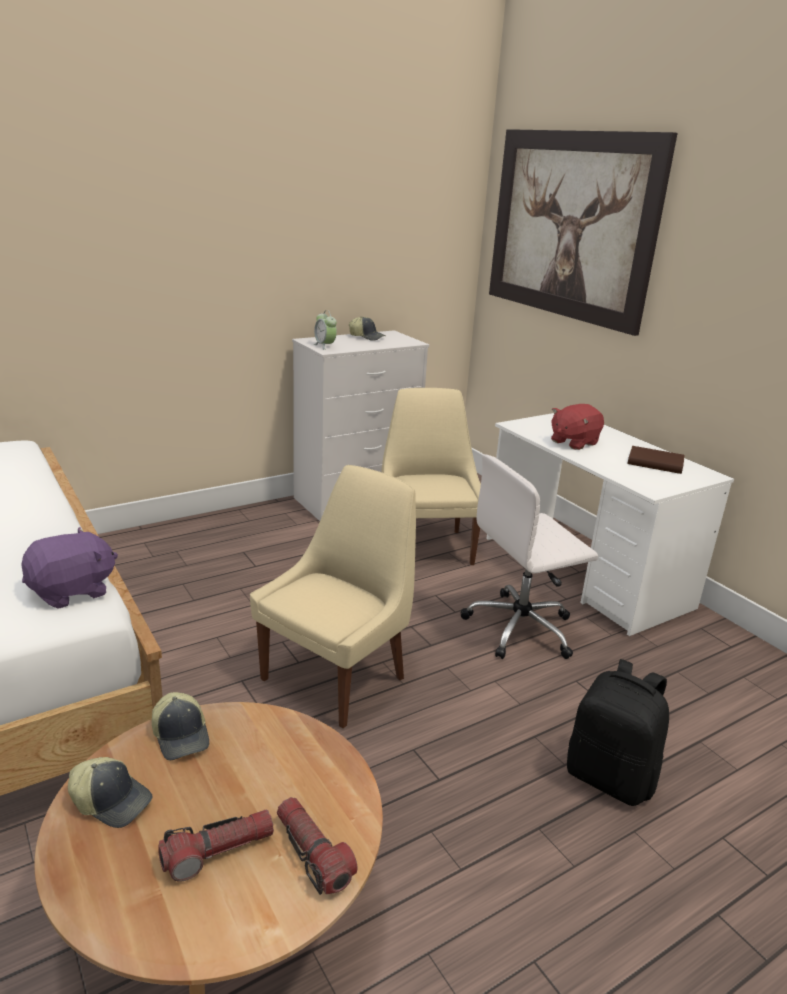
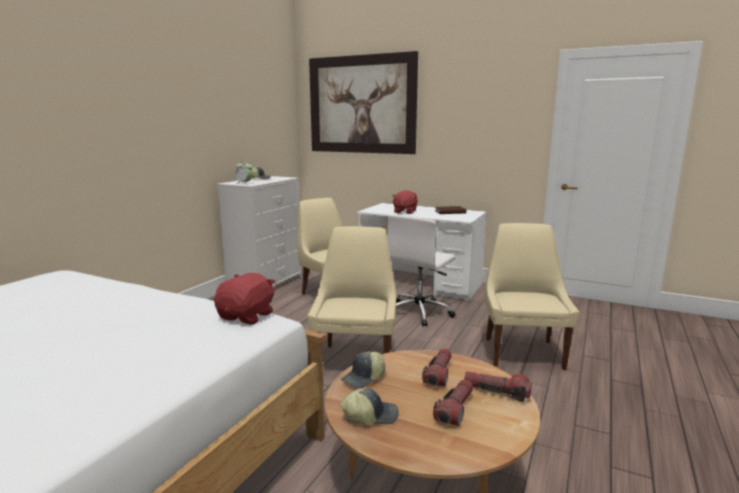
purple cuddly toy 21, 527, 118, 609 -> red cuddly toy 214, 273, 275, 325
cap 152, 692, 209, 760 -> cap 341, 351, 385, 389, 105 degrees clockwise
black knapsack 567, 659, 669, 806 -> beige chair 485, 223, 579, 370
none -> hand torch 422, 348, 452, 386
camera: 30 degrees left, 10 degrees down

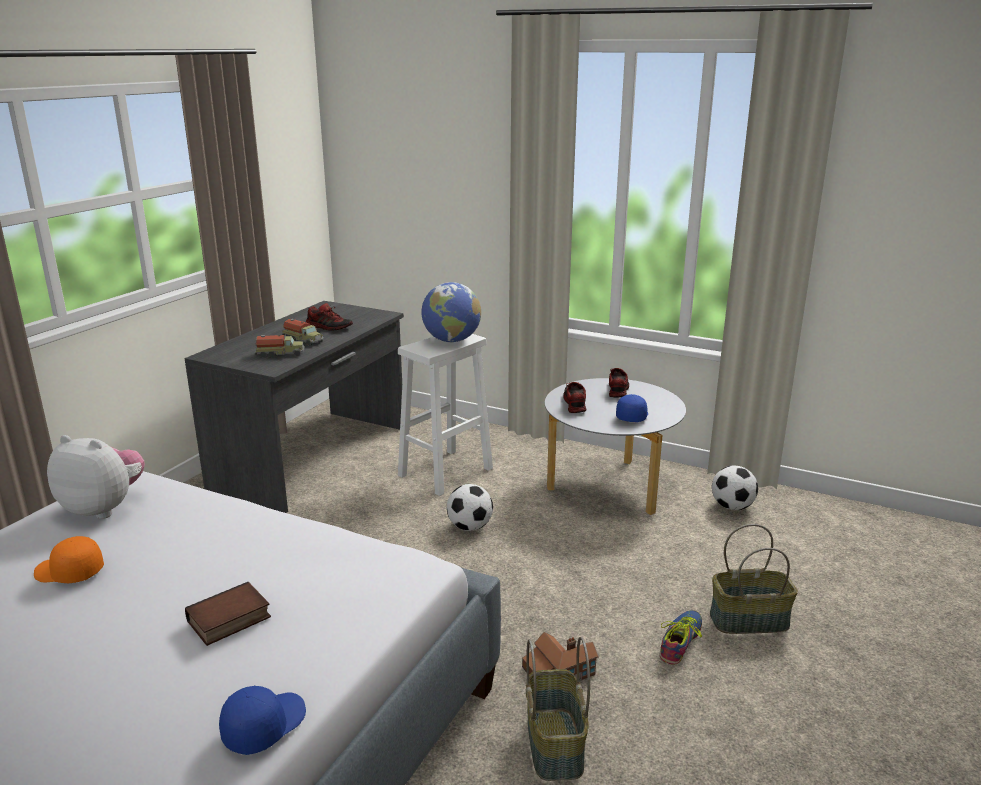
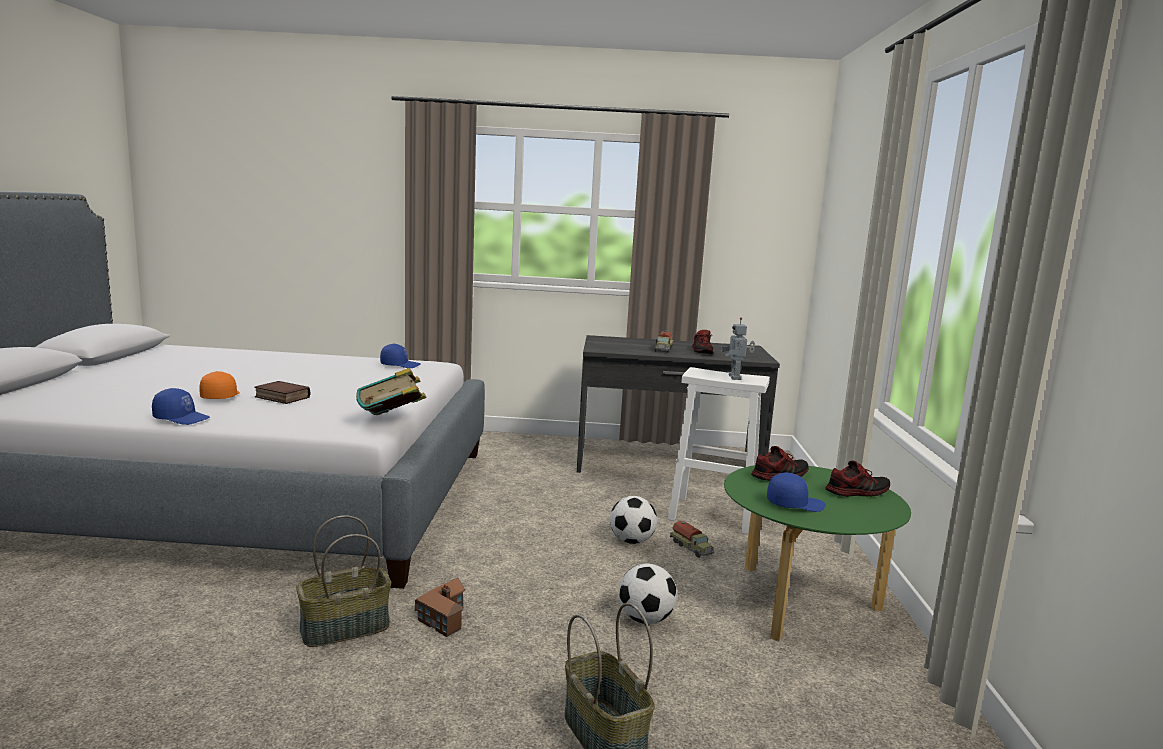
orange-coloured cap 34, 536, 104, 583 -> orange-coloured cap 199, 371, 240, 399, relocated
cuddly toy 47, 435, 145, 519 -> bluish cap 380, 344, 421, 368
toy lorry 255, 335, 305, 358 -> toy lorry 670, 521, 714, 558, relocated
desk globe 421, 282, 481, 342 -> robot figure 721, 318, 755, 380
greyish lounge table 545, 378, 686, 515 -> green-coloured lounge table 724, 465, 911, 641
item of footwear 660, 610, 702, 664 -> none
ball for football 712, 465, 758, 510 -> ball for football 619, 563, 677, 624, relocated
none -> bound book 356, 368, 427, 415
camera: 65 degrees right, 10 degrees down

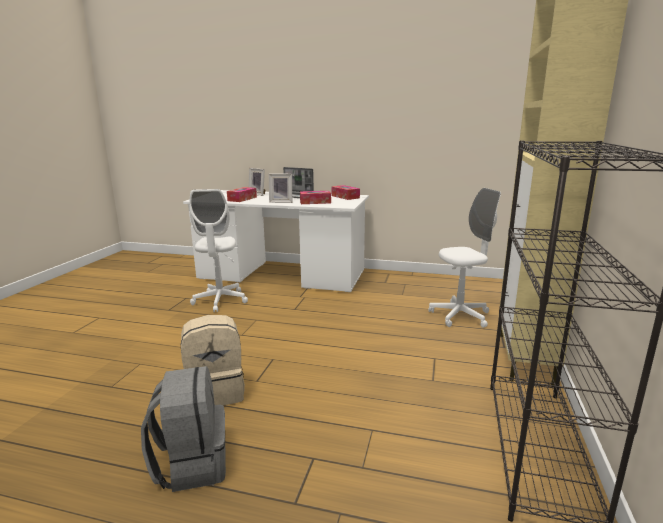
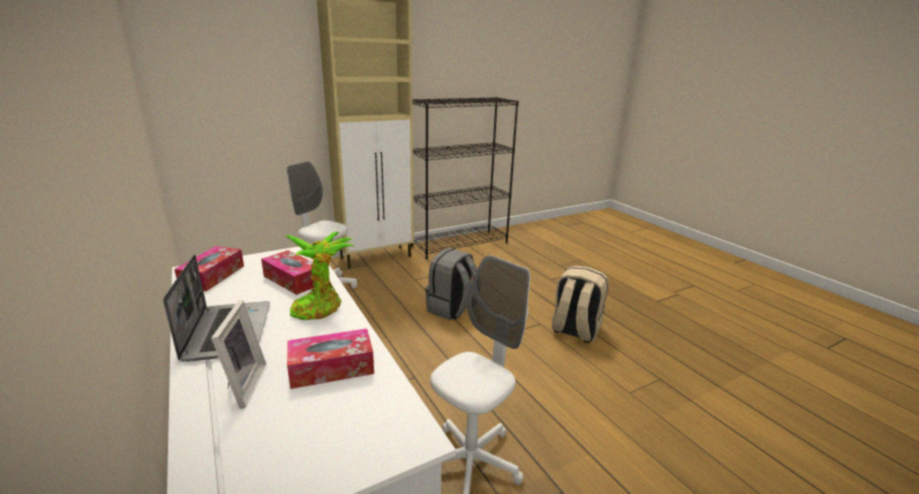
greyish knapsack 141, 366, 226, 492 -> greyish knapsack 425, 248, 477, 320, relocated
picture frame 269, 174, 292, 203 -> potted plant 284, 232, 354, 320
camera: 135 degrees left, 5 degrees up

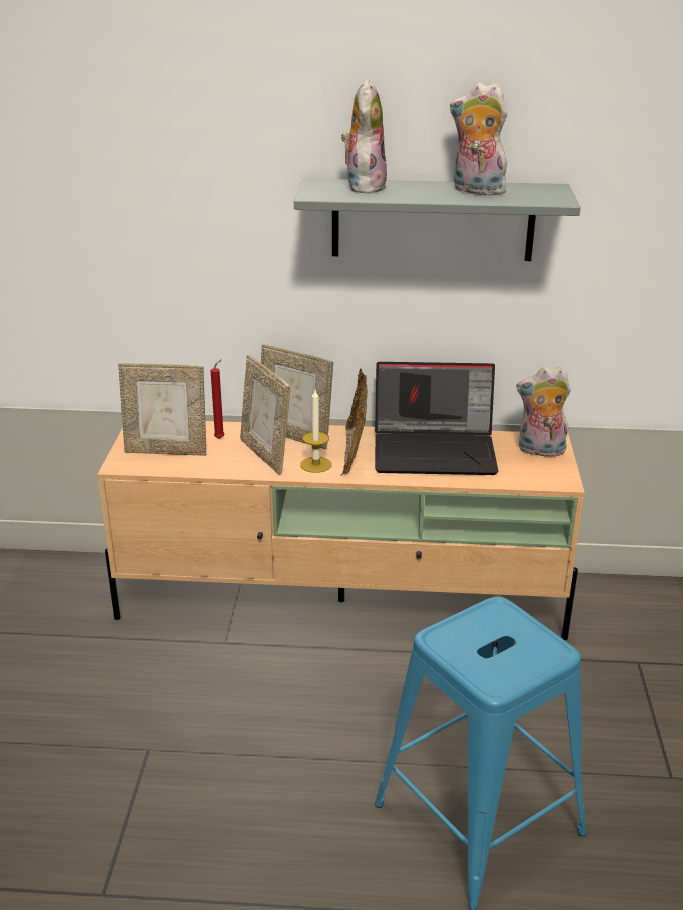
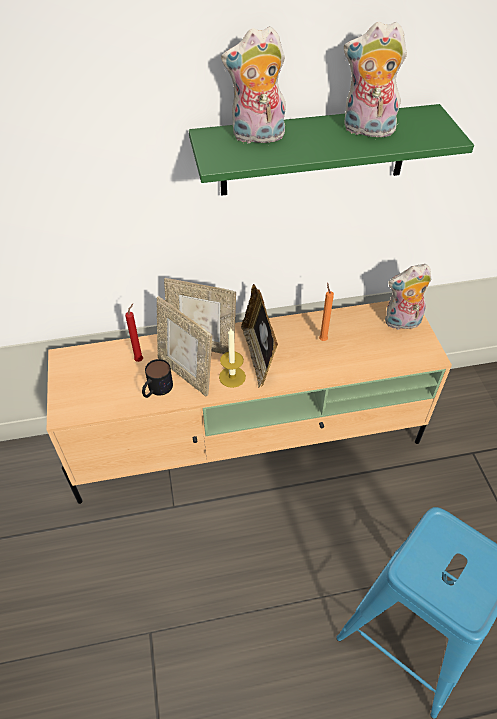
picture frame 118, 363, 206, 456 -> none
greyish wall shelf 294, 179, 581, 261 -> green-coloured wall shelf 189, 104, 474, 196
cuddly toy 341, 79, 387, 194 -> cuddly toy 221, 26, 286, 143, 90 degrees counterclockwise
notebook computer 375, 362, 498, 475 -> orange-coloured wax light 319, 283, 334, 341
none -> tea mug 142, 359, 173, 398
camera: 15 degrees left, 20 degrees up

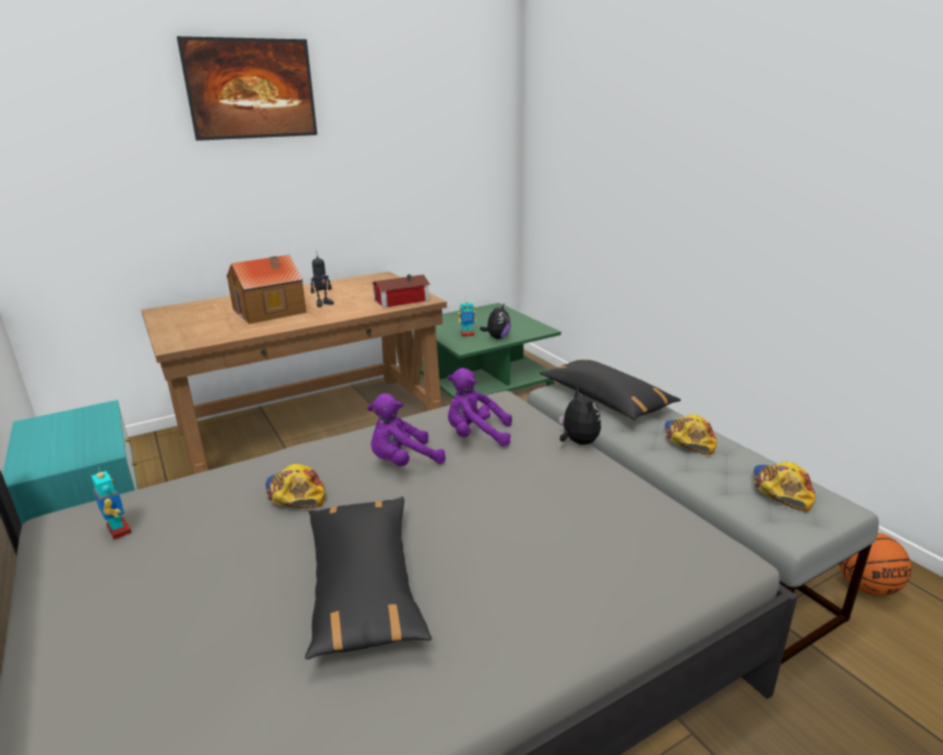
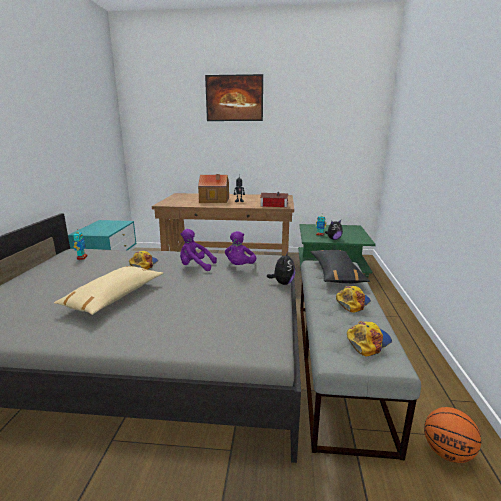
black cushion 305, 497, 432, 659 -> beige cushion 54, 266, 163, 315
purple cuddly toy 448, 368, 512, 446 -> purple cuddly toy 225, 231, 256, 265, 120 degrees counterclockwise
camera: 35 degrees right, 5 degrees down

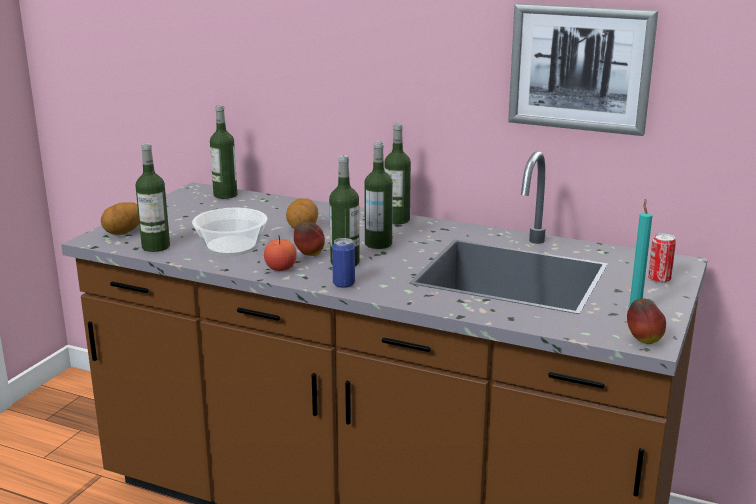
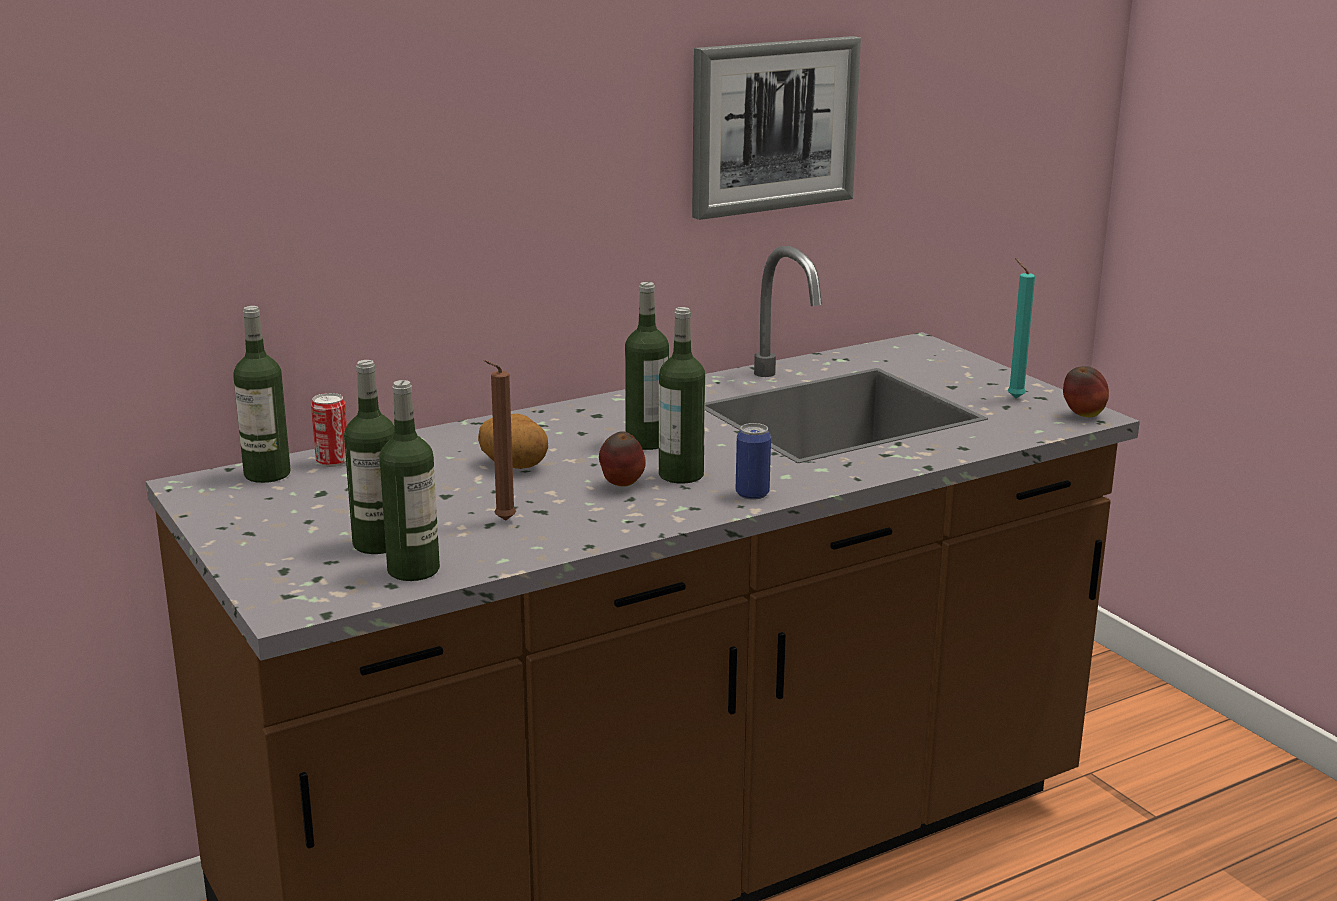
whole potato 101, 202, 139, 235 -> none
serving bowl 192, 208, 268, 256 -> brown wax light 484, 360, 516, 521
apple 264, 235, 297, 271 -> none
beverage bottle 384, 124, 411, 224 -> beverage bottle 344, 360, 395, 554, relocated
metal can 648, 233, 676, 283 -> metal can 311, 393, 347, 467, relocated
camera: 55 degrees left, 0 degrees up

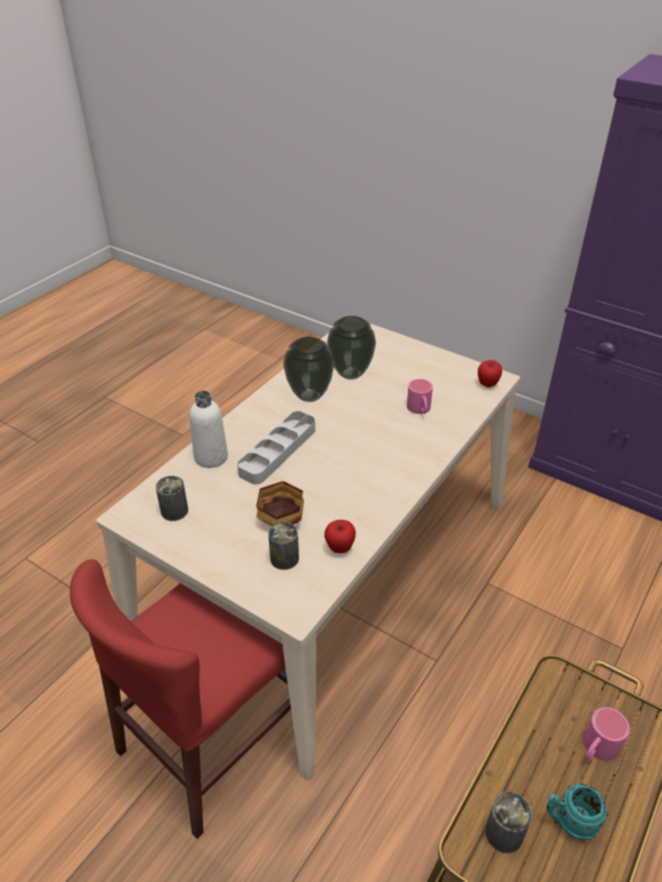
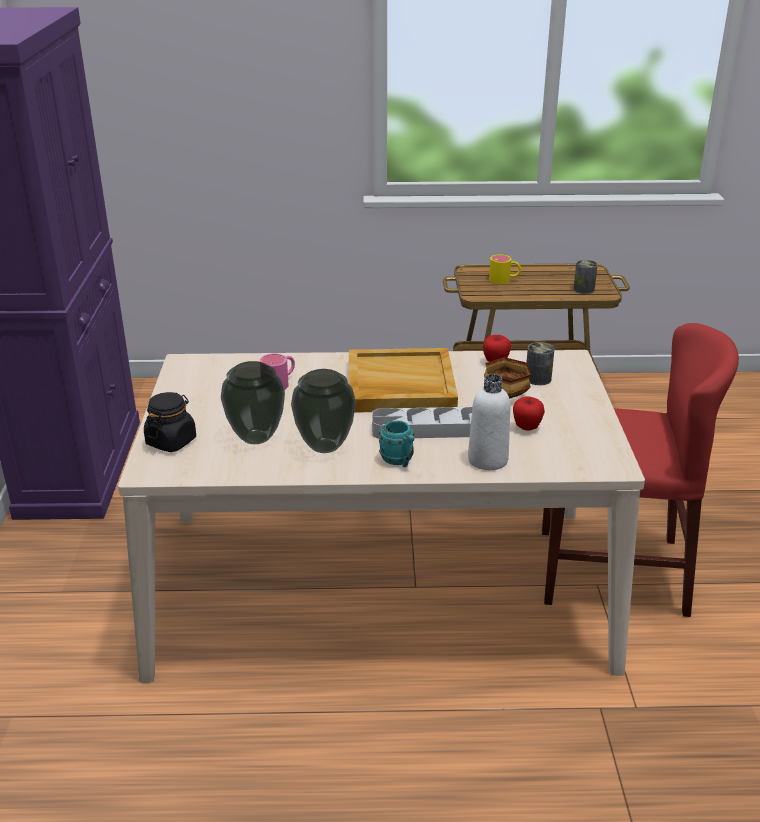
metal can 156, 476, 188, 521 -> none
apple 478, 360, 502, 387 -> apple 513, 396, 545, 431, relocated
turquoise tea mug 547, 783, 608, 841 -> turquoise tea mug 379, 420, 414, 467, relocated
pink-coloured tea mug 583, 707, 630, 761 -> yellowish tea mug 489, 255, 521, 284
none -> black jar 144, 392, 196, 452
none -> beige carrying tray 349, 348, 458, 413
camera: 125 degrees left, 10 degrees down

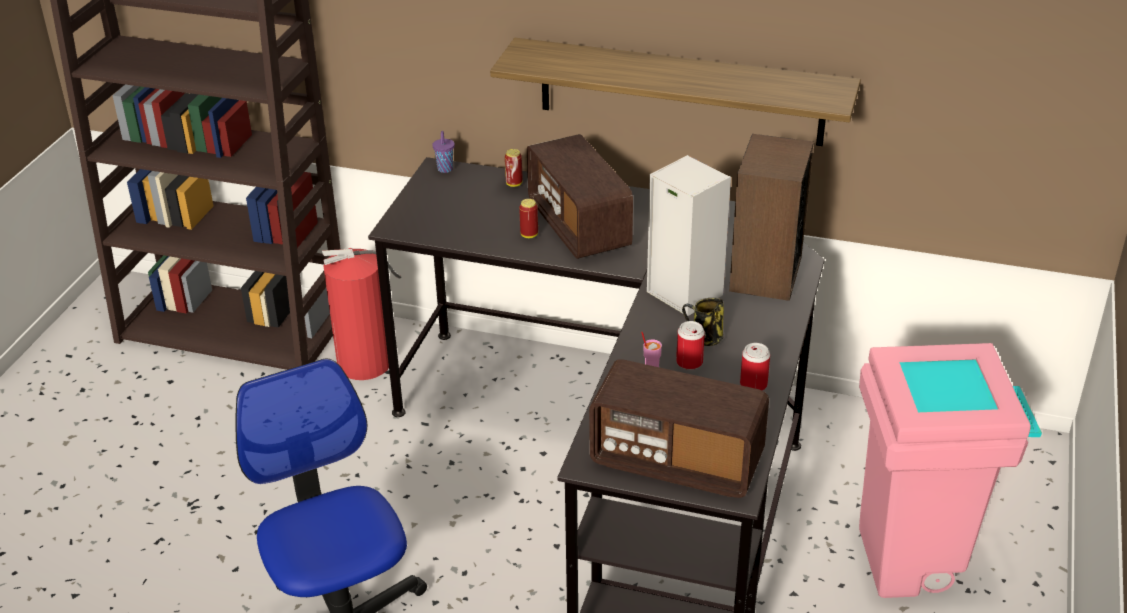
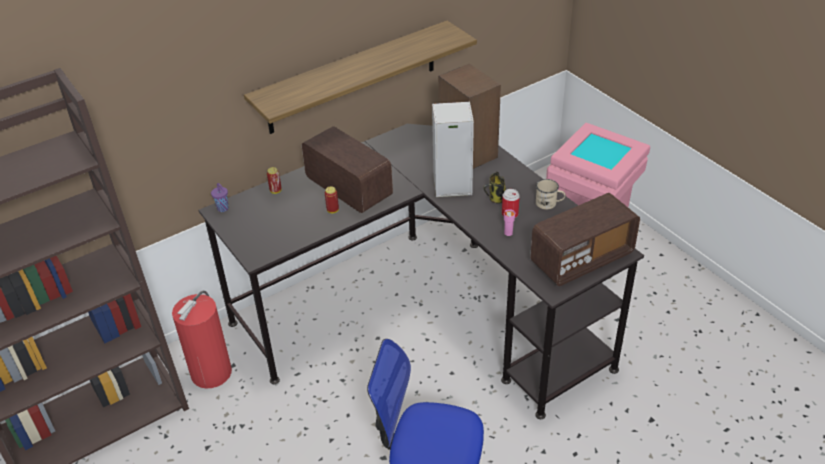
radio receiver 527, 134, 633, 259 -> radio receiver 302, 126, 393, 213, 150 degrees counterclockwise
metal can 740, 343, 770, 391 -> beige tea mug 536, 179, 566, 210
camera: 50 degrees left, 5 degrees up

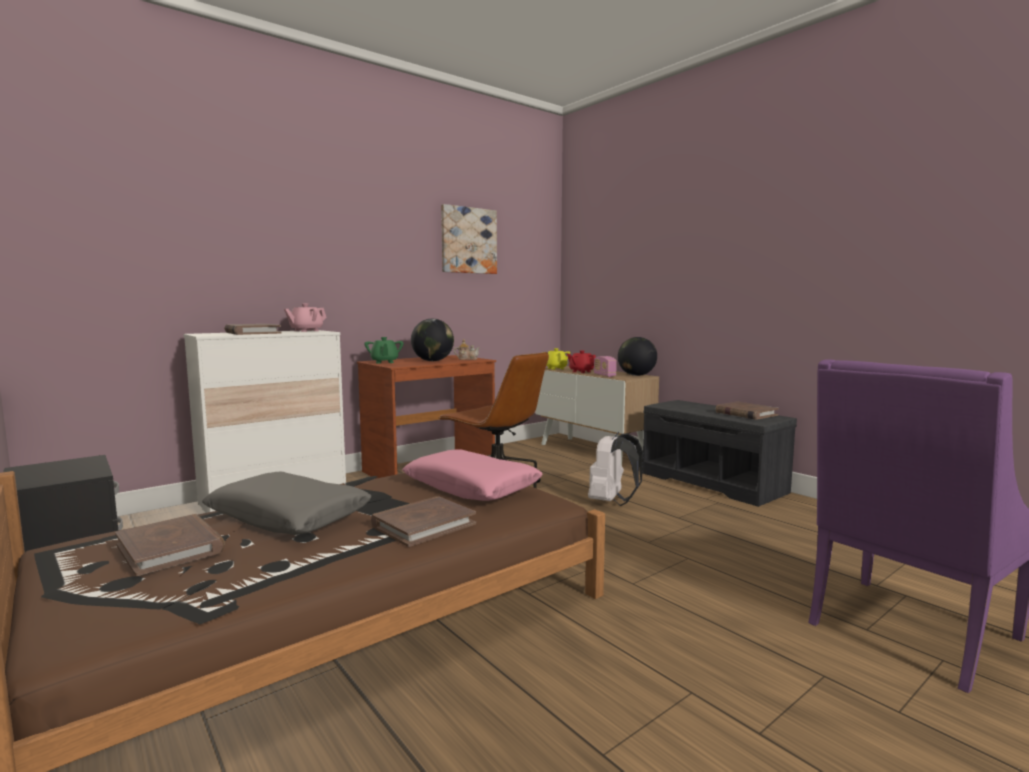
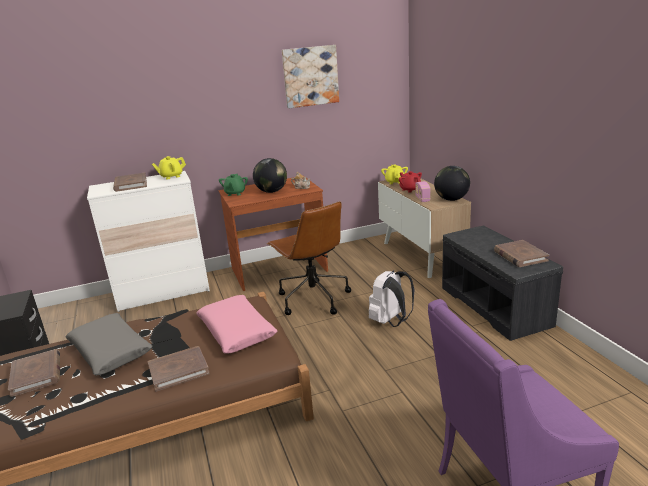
pink-coloured tea pot 284, 303, 327, 332 -> yellowish tea pot 152, 156, 186, 180
camera: 20 degrees right, 15 degrees up

